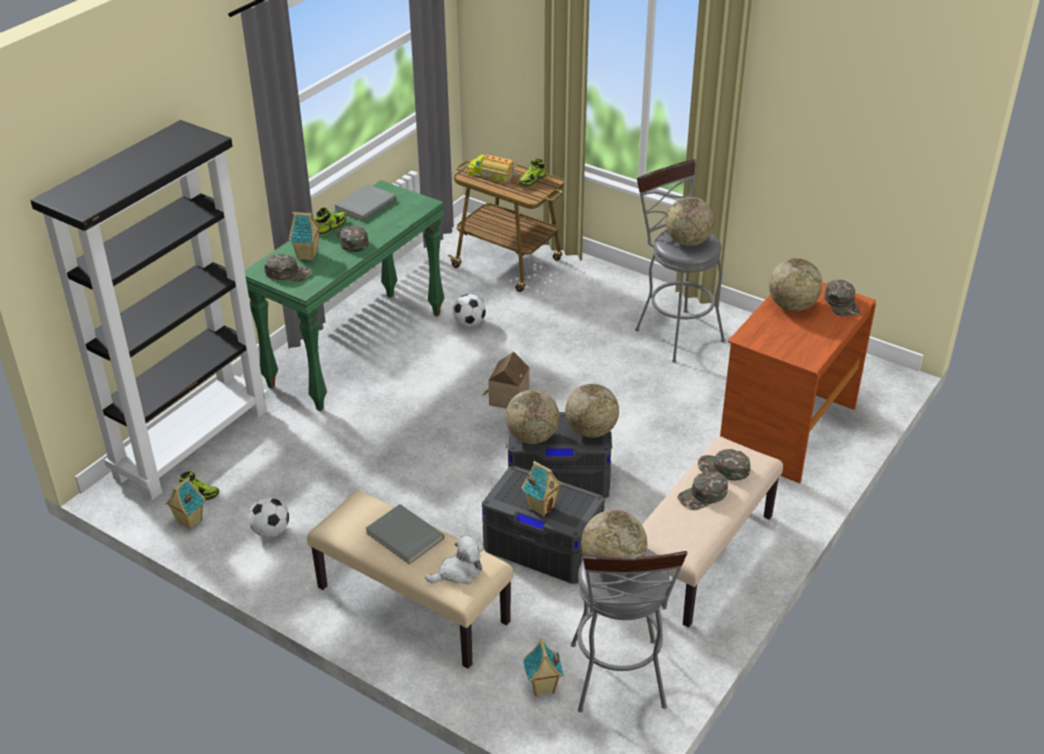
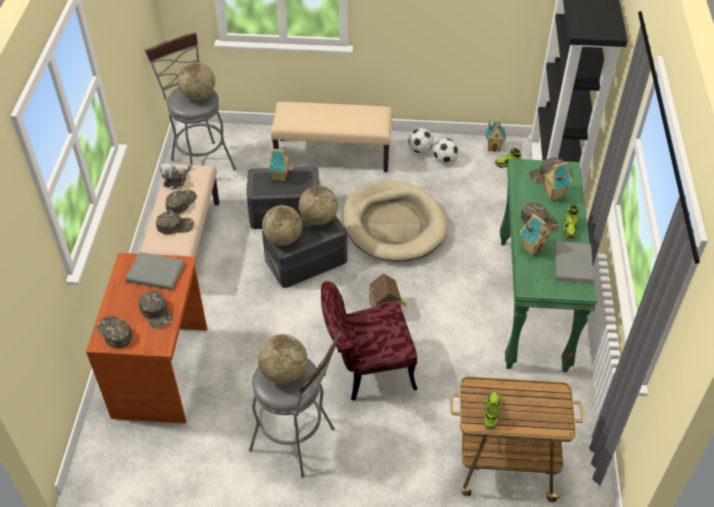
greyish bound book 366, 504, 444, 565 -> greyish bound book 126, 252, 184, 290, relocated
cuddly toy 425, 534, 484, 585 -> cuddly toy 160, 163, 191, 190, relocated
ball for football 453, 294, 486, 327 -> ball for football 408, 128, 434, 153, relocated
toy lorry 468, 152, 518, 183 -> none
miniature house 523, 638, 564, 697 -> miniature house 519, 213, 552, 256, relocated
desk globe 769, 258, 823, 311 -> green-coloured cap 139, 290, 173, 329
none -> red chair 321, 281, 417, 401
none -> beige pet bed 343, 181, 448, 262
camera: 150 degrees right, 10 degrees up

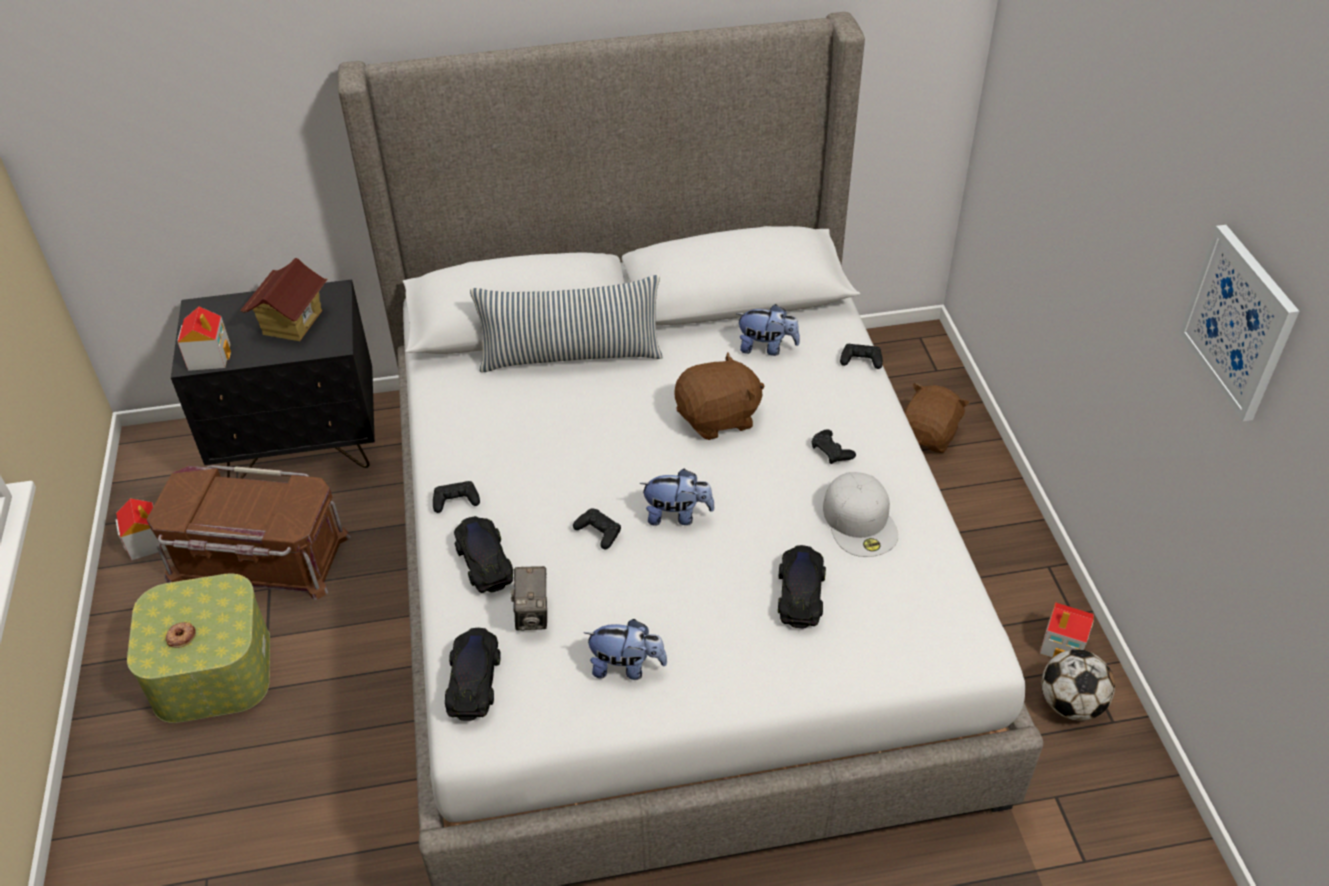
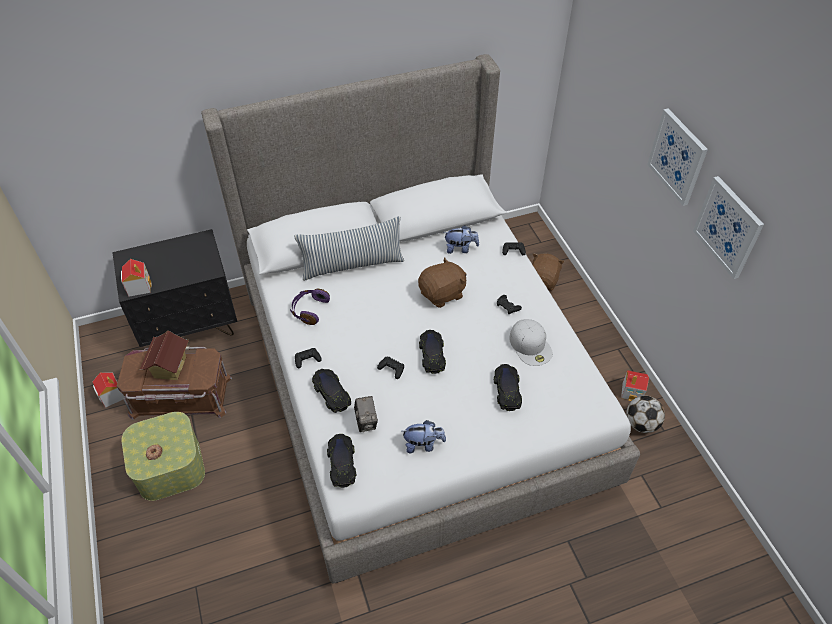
miniature house 240, 258, 328, 341 -> miniature house 140, 331, 189, 380, relocated
cuddly toy 639, 469, 715, 526 -> black miniature car 419, 330, 446, 374
none -> purple headphones 290, 289, 330, 325
none -> picture 647, 109, 708, 206
camera: 10 degrees left, 5 degrees up

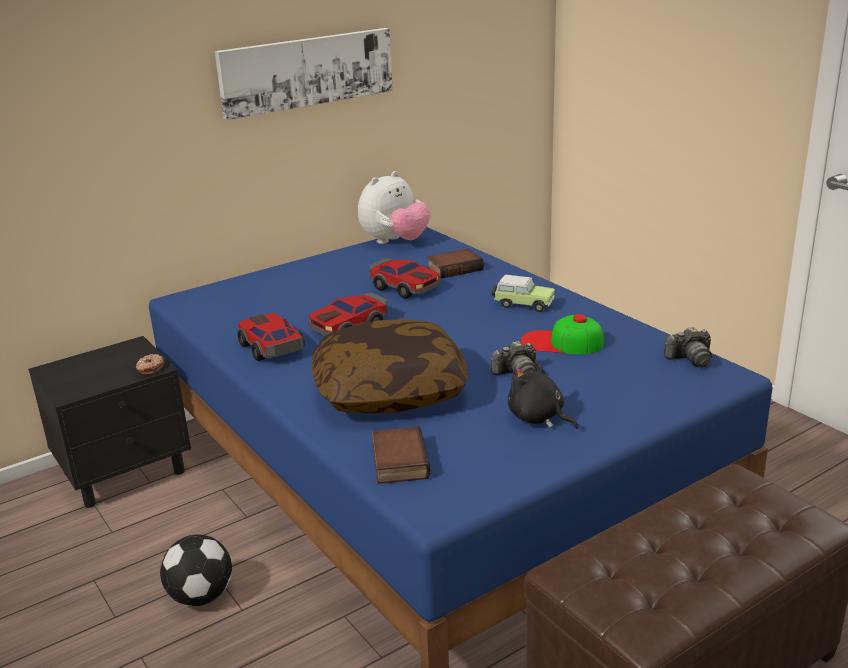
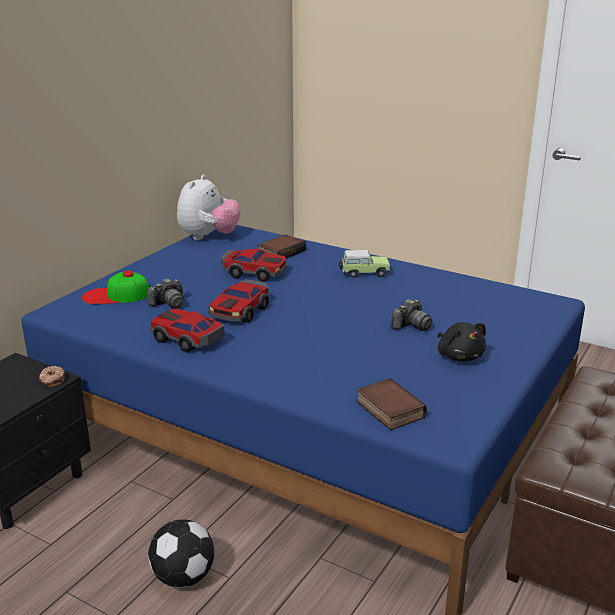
picture 215, 28, 393, 120 -> none
cushion 312, 319, 468, 414 -> none
black cuddly toy 508, 361, 578, 429 -> black cuddly toy 437, 322, 486, 361, 135 degrees counterclockwise
cap 521, 314, 604, 354 -> cap 82, 270, 149, 304, relocated
photo camera 664, 327, 712, 367 -> photo camera 147, 278, 184, 309, relocated
camera: 25 degrees left, 0 degrees up

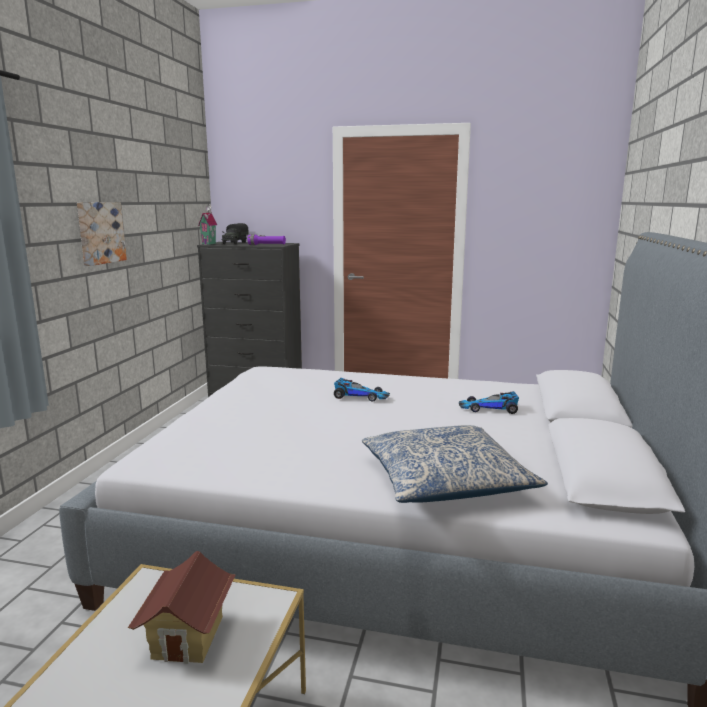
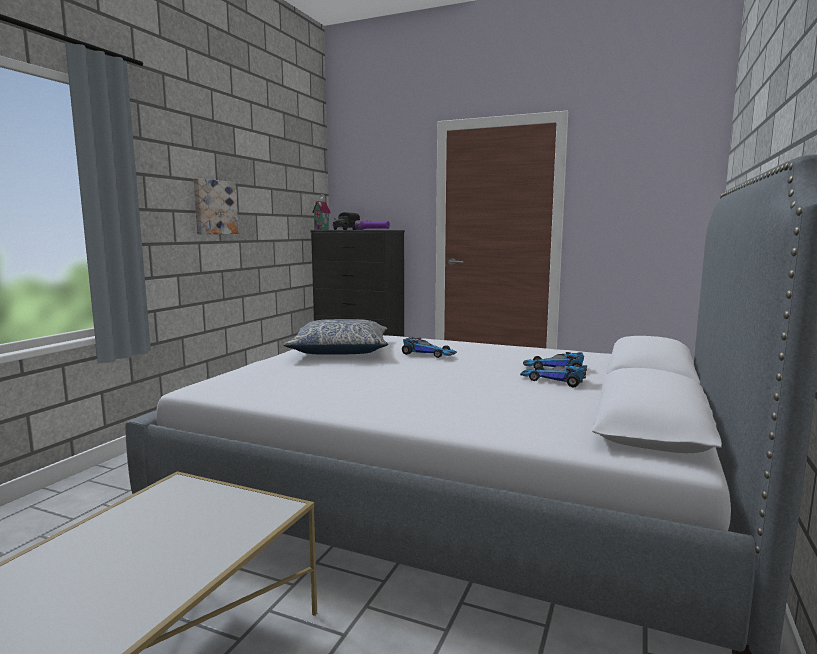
miniature house 128, 551, 236, 664 -> none
cushion 362, 425, 548, 503 -> cushion 284, 319, 388, 355, relocated
none -> miniature car 520, 364, 588, 387
camera: 10 degrees right, 5 degrees down

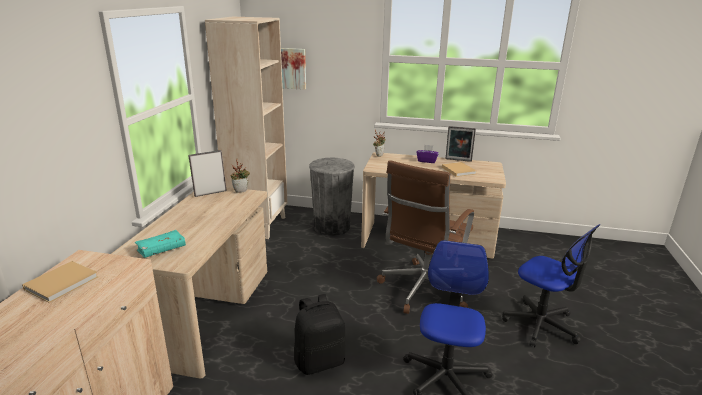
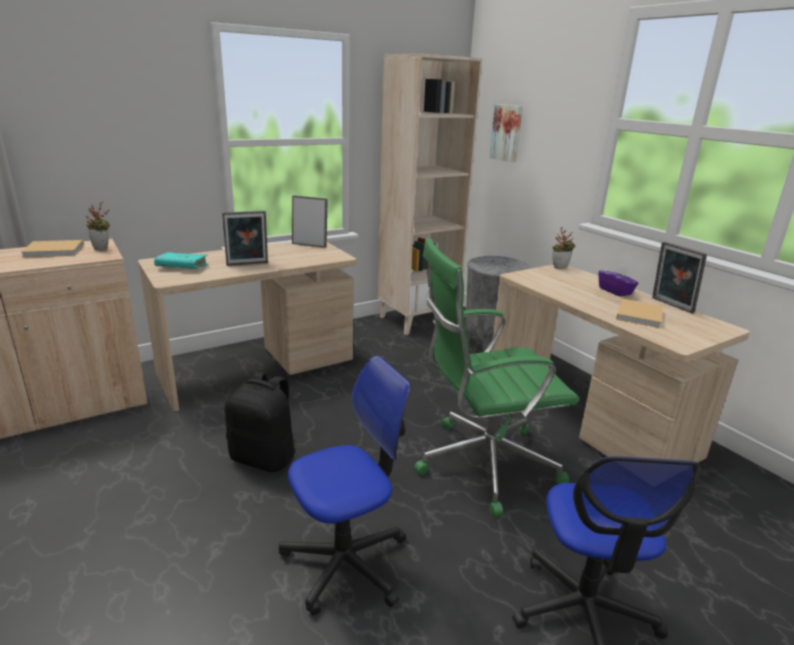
potted plant 230, 158, 250, 193 -> potted plant 86, 202, 110, 251, relocated
brown office chair 377, 160, 474, 314 -> green-coloured office chair 414, 238, 579, 517
none -> picture frame 222, 211, 268, 266
camera: 45 degrees right, 0 degrees up

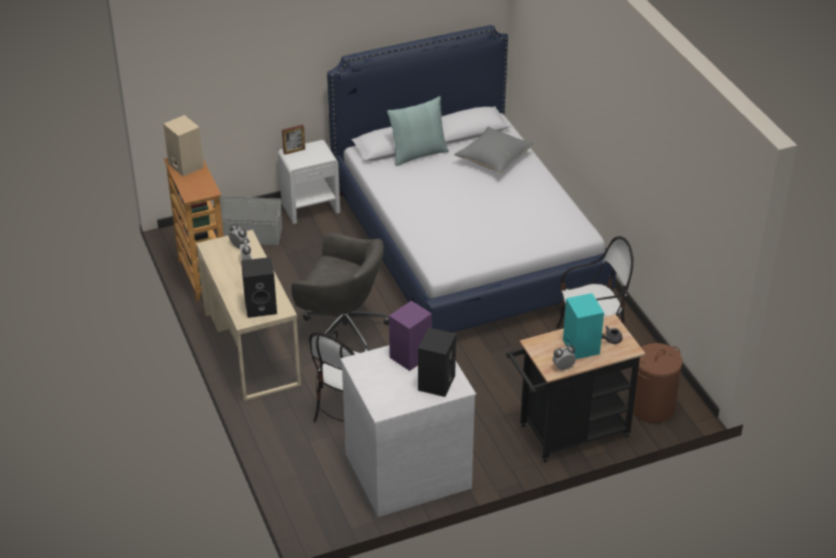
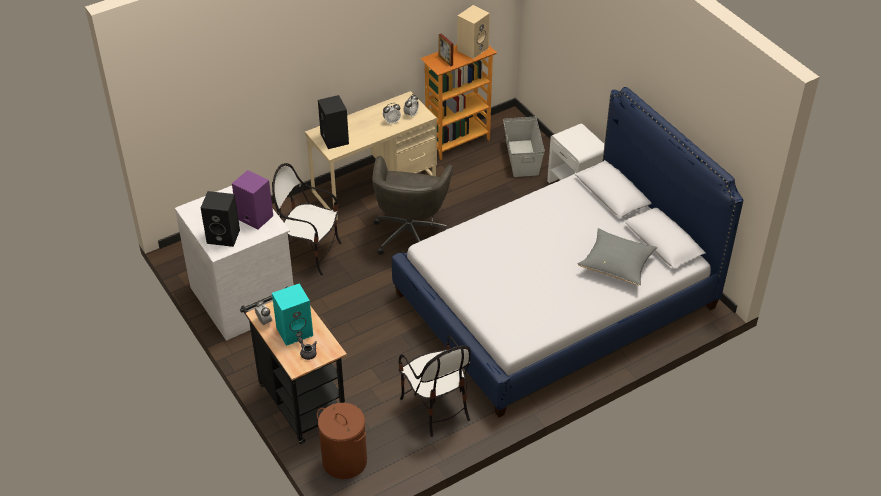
picture frame 282, 125, 305, 155 -> picture frame 439, 34, 453, 66, relocated
cushion 387, 96, 449, 166 -> none
camera: 80 degrees right, 5 degrees up

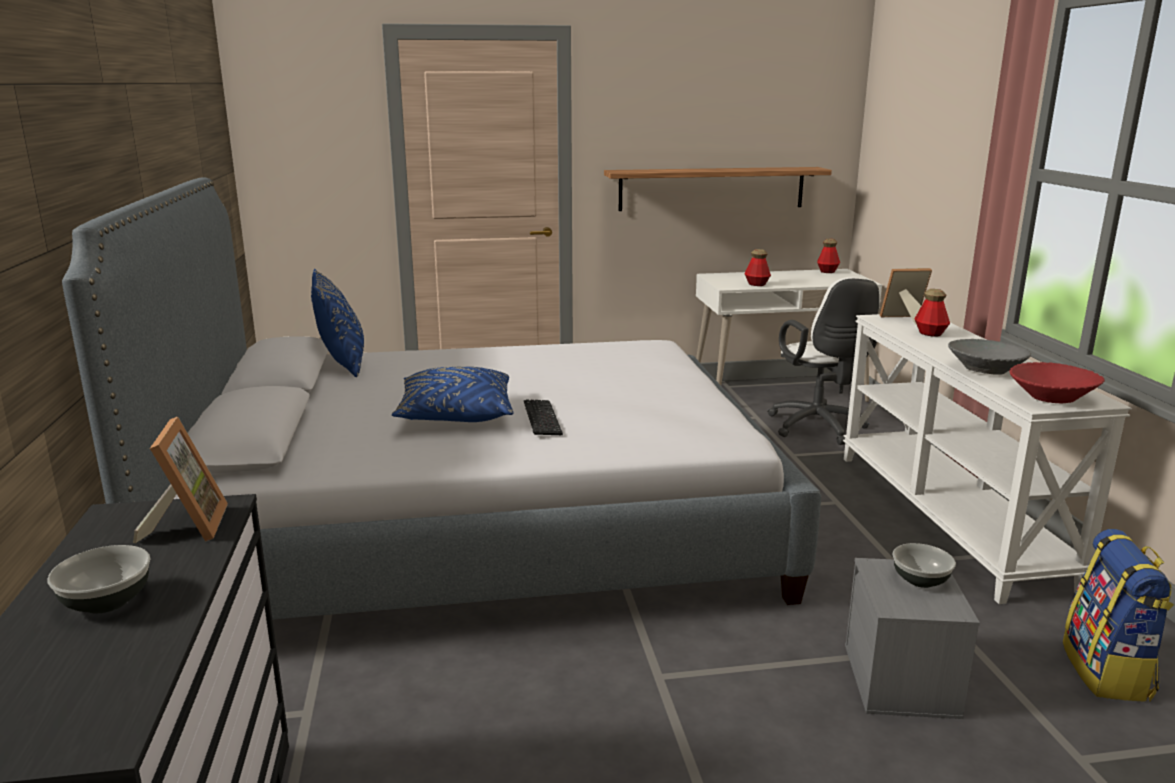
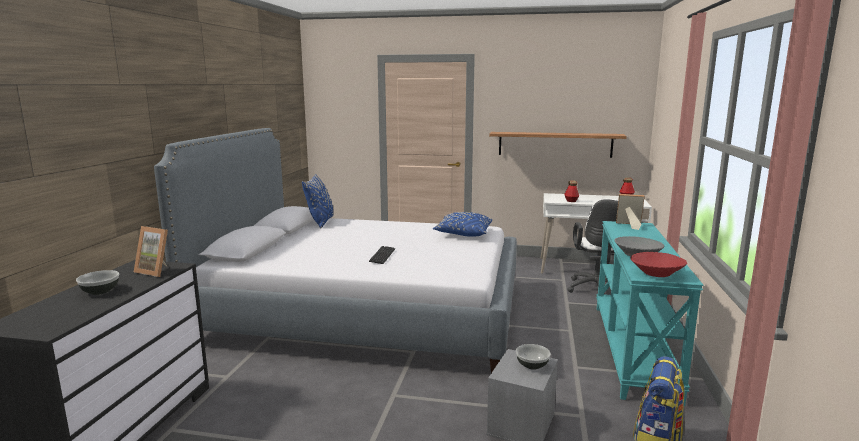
picture frame 133, 417, 228, 543 -> picture frame 134, 226, 168, 277, 105 degrees clockwise
bluish cushion 392, 367, 513, 422 -> bluish cushion 433, 212, 492, 237, relocated
white narrow table 843, 314, 1132, 604 -> turquoise narrow table 596, 221, 704, 406
beverage bottle 915, 289, 950, 337 -> none
camera: 20 degrees right, 5 degrees down

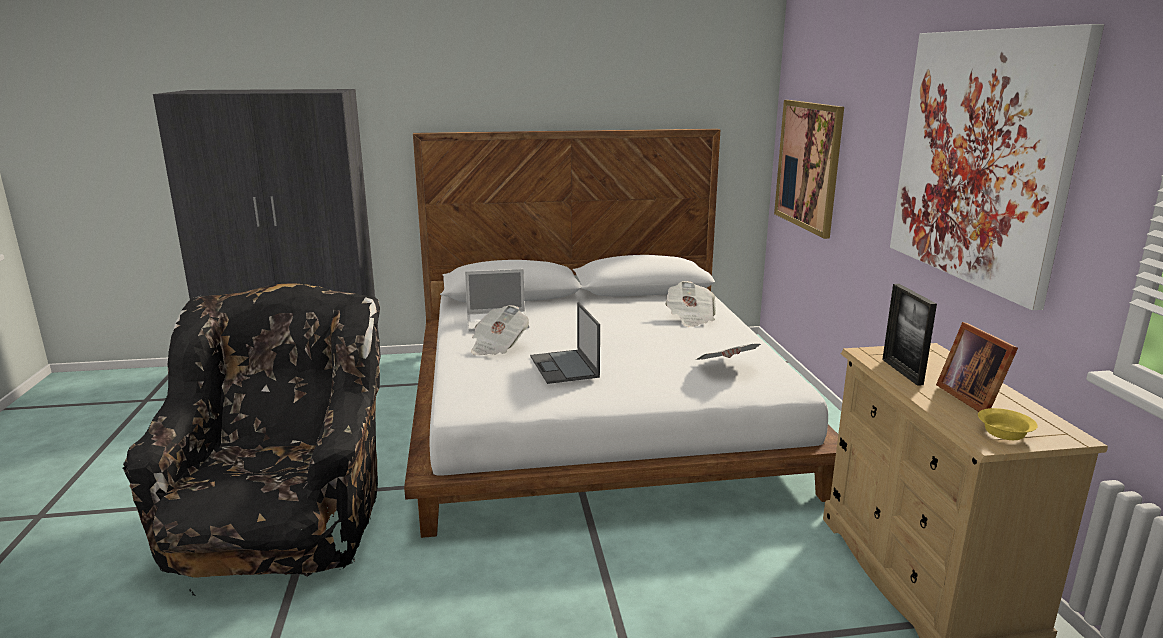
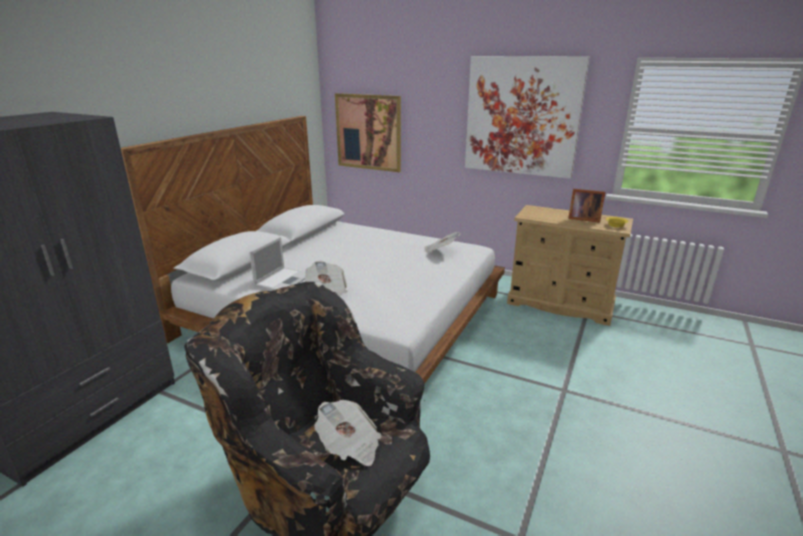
notebook computer 530, 302, 600, 384 -> none
printed paper 665, 281, 716, 327 -> printed paper 314, 400, 381, 466, relocated
picture frame 882, 284, 937, 386 -> none
camera: 55 degrees left, 5 degrees up

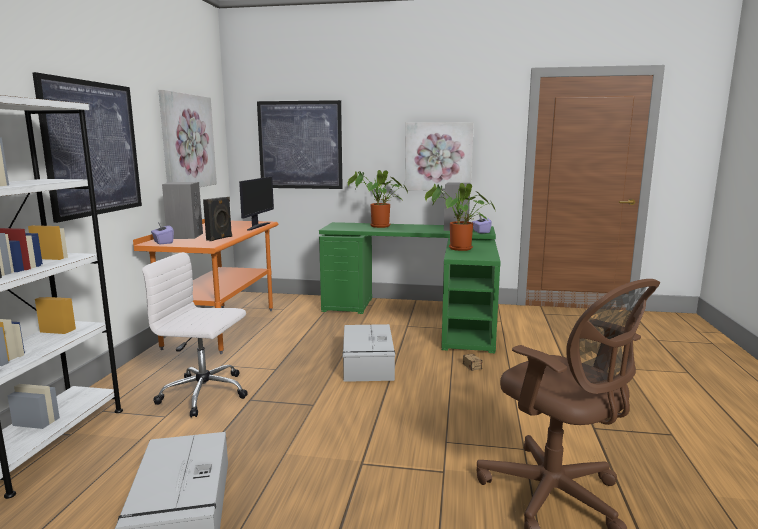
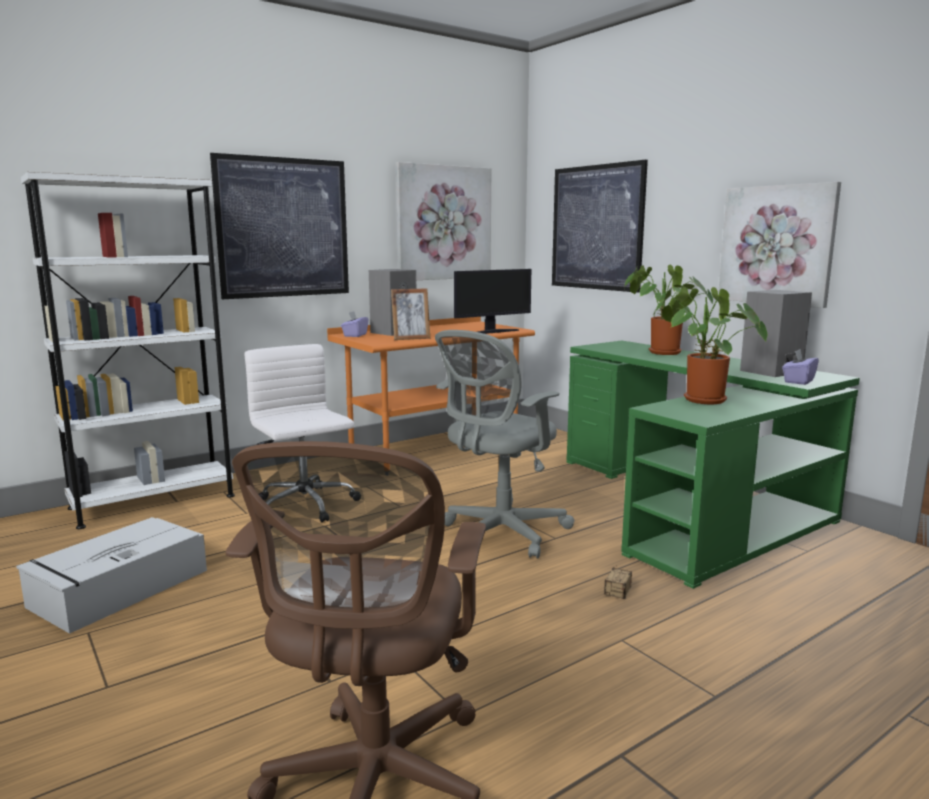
black speaker 203, 197, 232, 241 -> picture frame 391, 288, 430, 340
greyish storage bin 342, 324, 395, 382 -> greyish office chair 435, 330, 574, 558
camera: 45 degrees right, 0 degrees up

